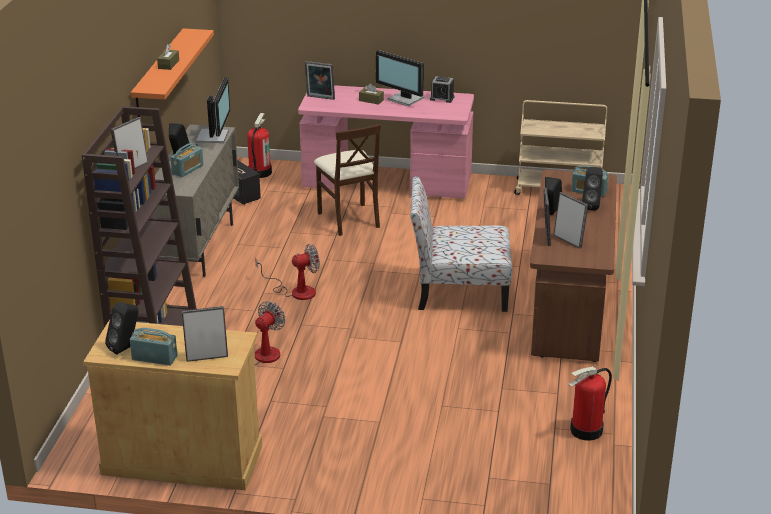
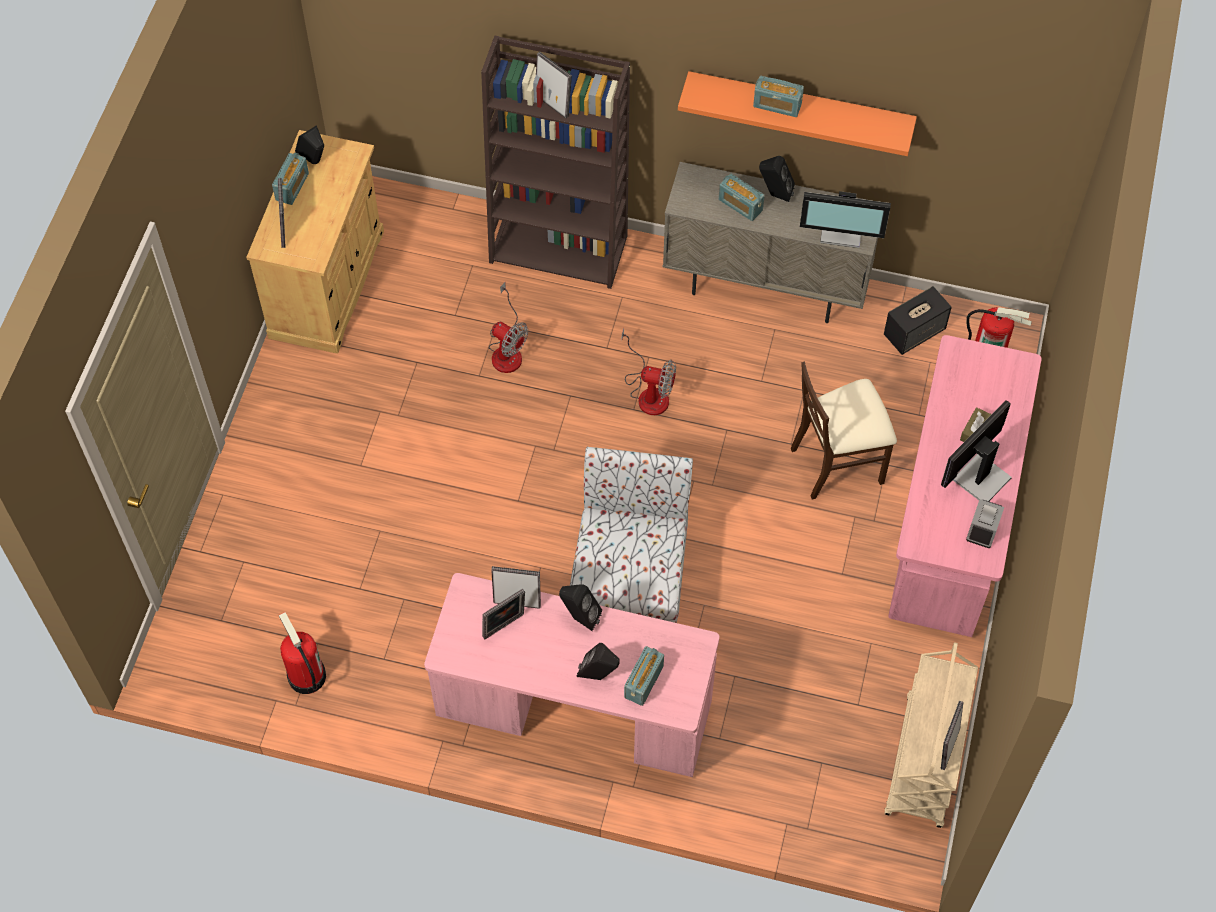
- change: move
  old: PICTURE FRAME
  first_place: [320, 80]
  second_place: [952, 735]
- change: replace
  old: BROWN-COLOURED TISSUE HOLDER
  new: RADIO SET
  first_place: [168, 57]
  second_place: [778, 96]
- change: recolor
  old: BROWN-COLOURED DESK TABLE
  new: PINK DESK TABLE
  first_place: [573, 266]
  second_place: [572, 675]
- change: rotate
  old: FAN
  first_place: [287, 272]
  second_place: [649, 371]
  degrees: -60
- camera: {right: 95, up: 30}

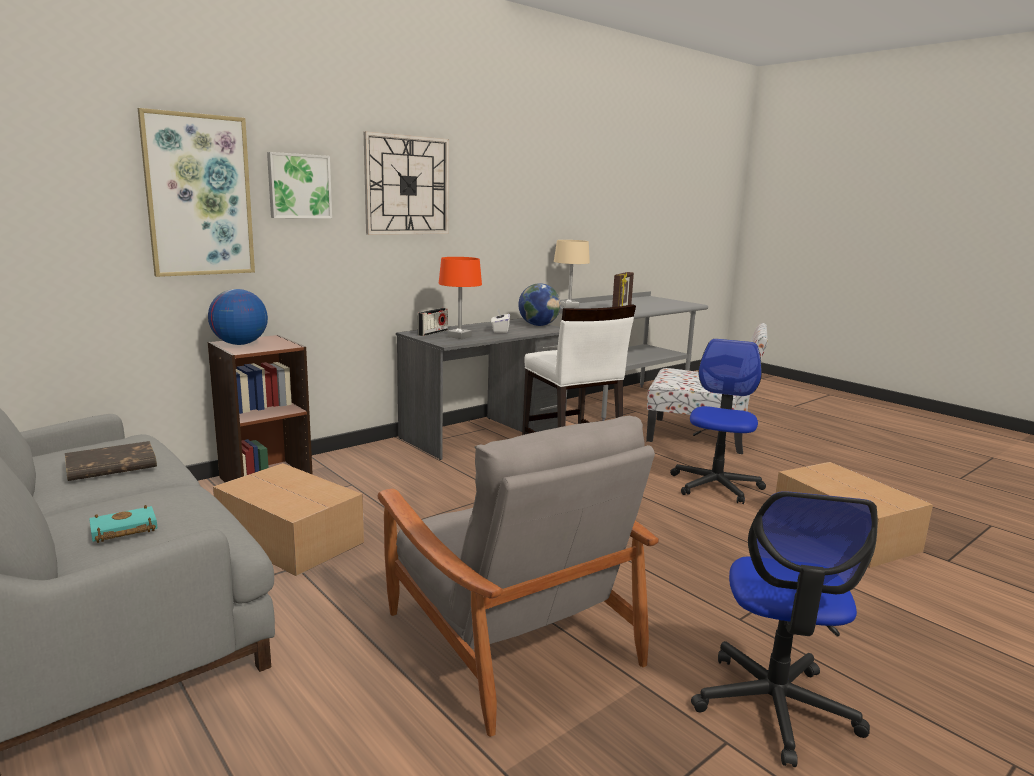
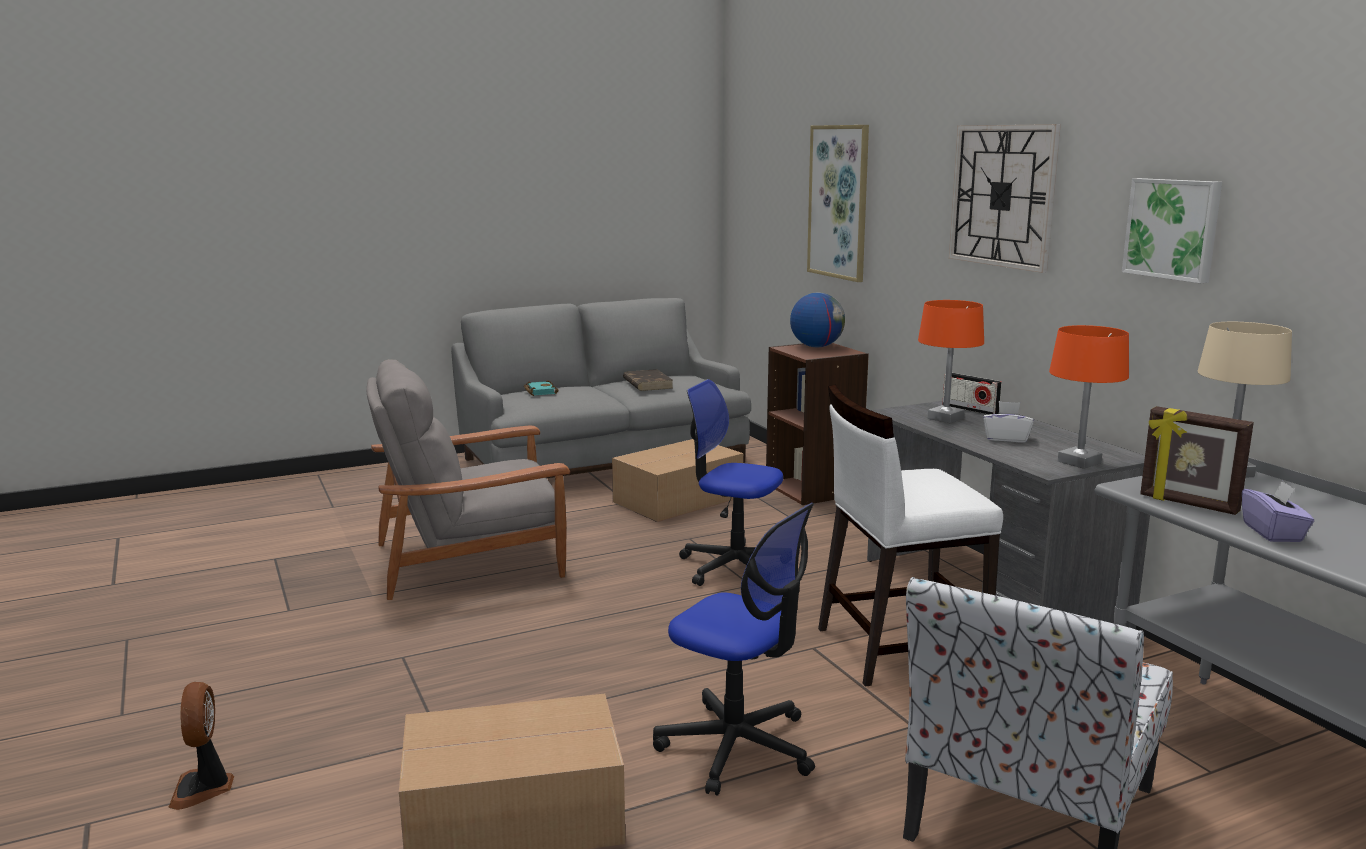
- change: insert
  new: FAN
  second_place: [201, 746]
- change: insert
  new: PURPLISH TISSUE HOLDER
  second_place: [1278, 511]
- change: move
  old: WALL PICTURE
  first_place: [299, 185]
  second_place: [1172, 230]
- change: move
  old: COMPUTER CHAIR
  first_place: [784, 629]
  second_place: [731, 482]
- change: replace
  old: WORLD GLOBE
  new: ORANGE-COLOURED LAMP FOR A TABLE
  first_place: [539, 304]
  second_place: [1089, 397]
- camera: {right: 105, up: 0}

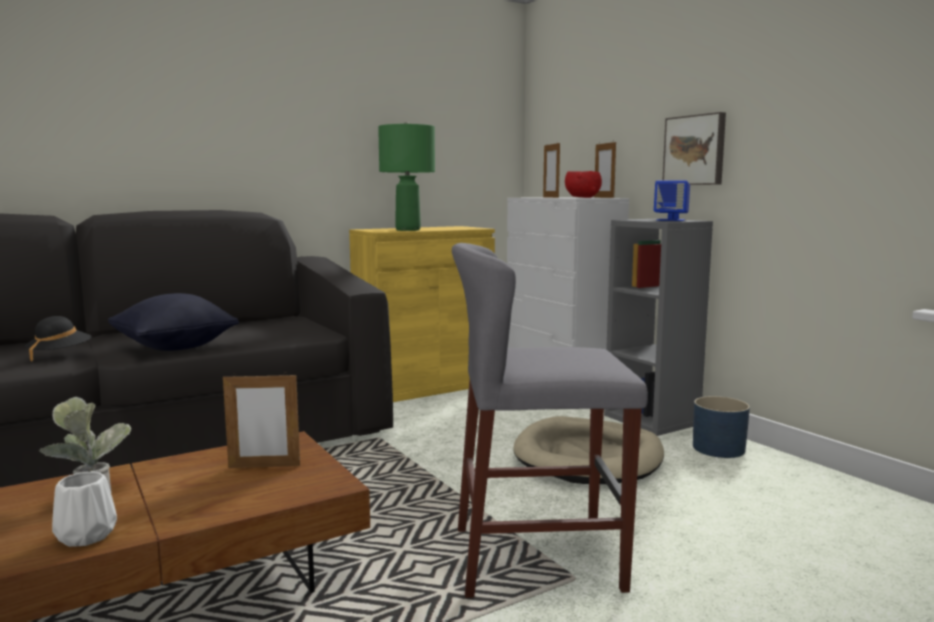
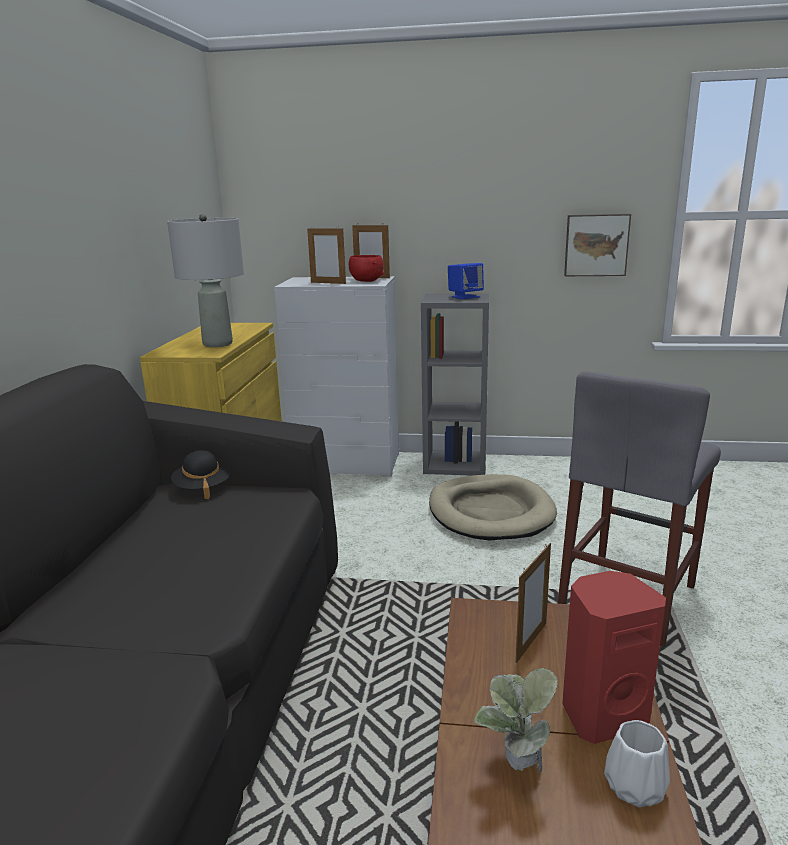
- change: delete
  old: BLACK-COLOURED THROW PILLOW
  first_place: [173, 322]
- change: delete
  old: BLUISH PLANT POT
  first_place: [721, 427]
- change: insert
  new: RED AUDIO SPEAKER
  second_place: [614, 657]
- change: move
  old: BLACK-COLOURED CLOTHING HAT
  first_place: [58, 338]
  second_place: [200, 474]
- change: move
  old: WALL PICTURE
  first_place: [694, 148]
  second_place: [597, 245]
- change: recolor
  old: GREENISH LAMP FOR A TABLE
  new: GRAY LAMP FOR A TABLE
  first_place: [406, 176]
  second_place: [205, 280]
- camera: {right: -50, up: 10}

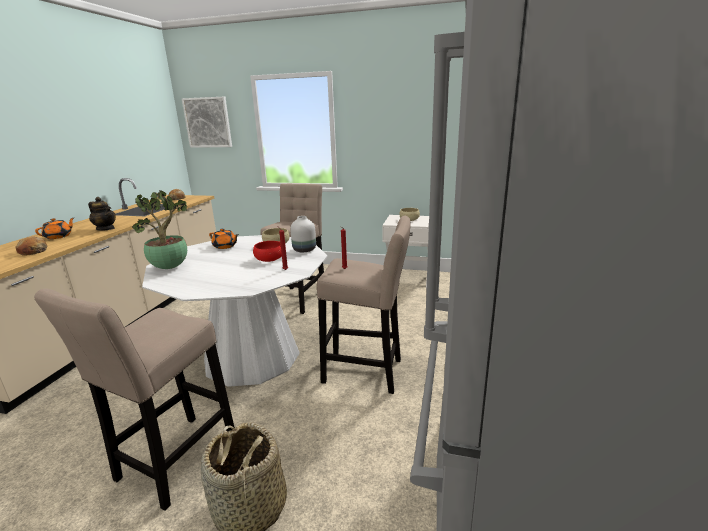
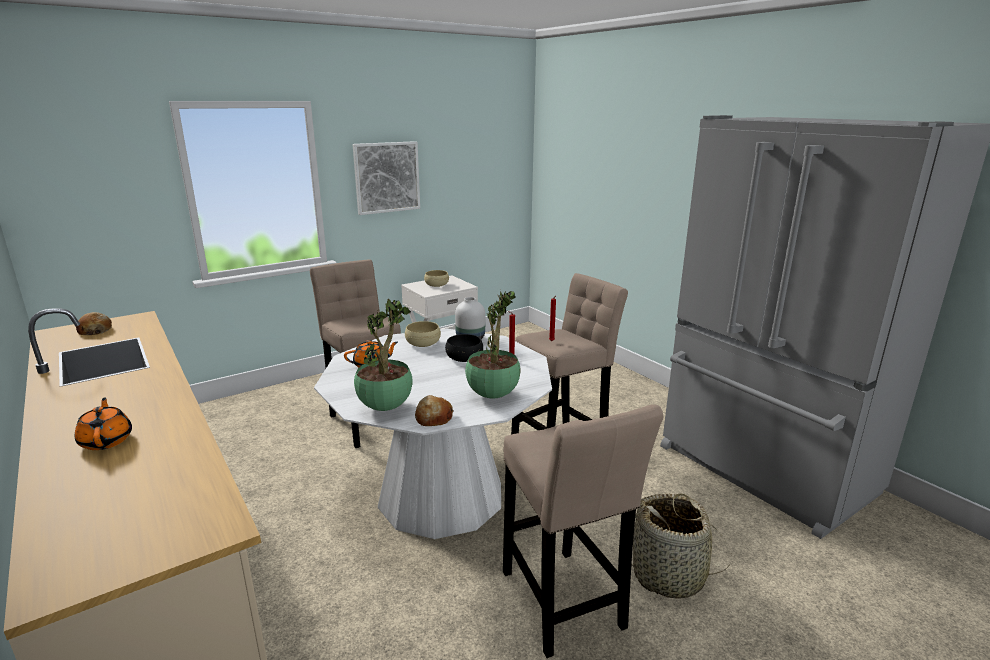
- change: delete
  old: TEA POT
  first_place: [102, 214]
- change: insert
  new: POTTED PLANT
  second_place: [493, 344]
- change: move
  old: BAKED BREAD
  first_place: [31, 246]
  second_place: [434, 410]
- change: move
  old: WALL PICTURE
  first_place: [207, 122]
  second_place: [386, 178]
- change: recolor
  old: RED BOWL
  new: BLACK-COLOURED BOWL
  first_place: [267, 251]
  second_place: [464, 348]
- camera: {right: -50, up: 0}

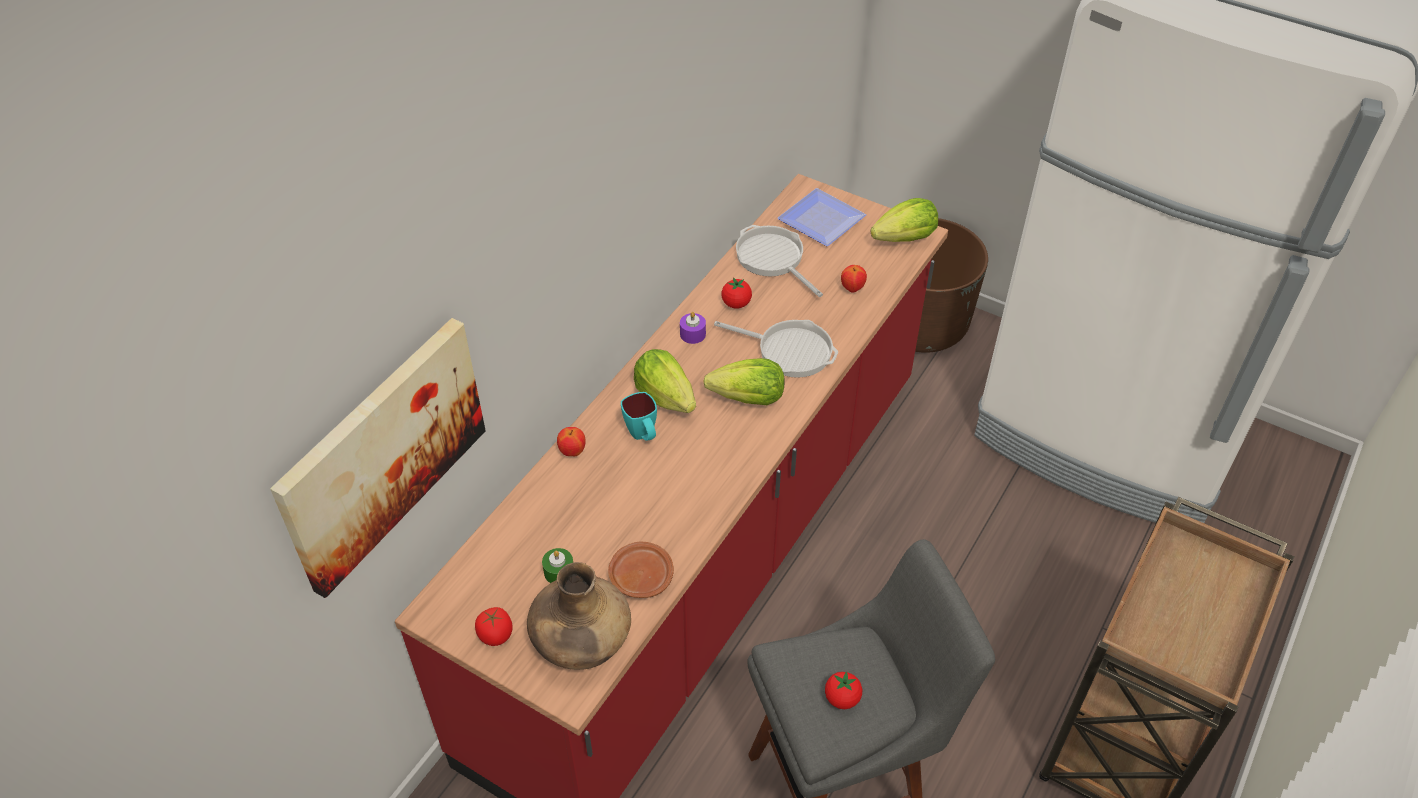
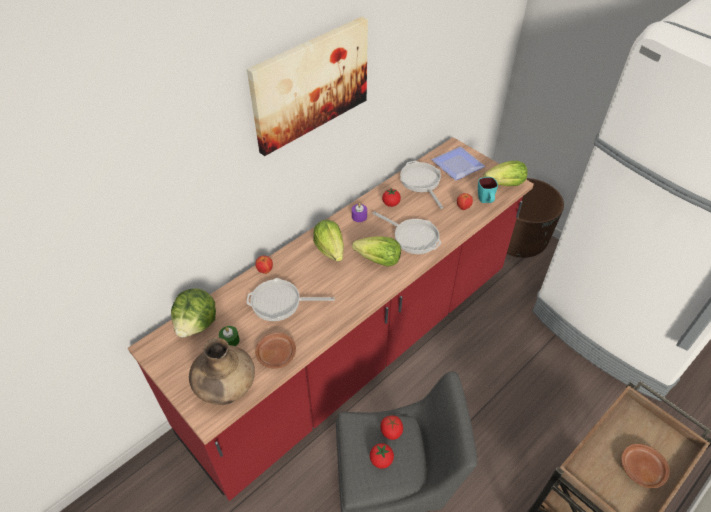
- change: insert
  new: LETTUCE HEAD
  second_place: [193, 312]
- change: insert
  new: FRYING PAN
  second_place: [291, 299]
- change: insert
  new: BROWN-COLOURED PLATE
  second_place: [645, 466]
- change: move
  old: WALL PICTURE
  first_place: [378, 458]
  second_place: [307, 86]
- change: move
  old: TOMATO
  first_place: [494, 626]
  second_place: [391, 428]
- change: move
  old: TURQUOISE-COLOURED COFFEE MUG
  first_place: [639, 416]
  second_place: [488, 190]
- camera: {right: 15, up: 0}

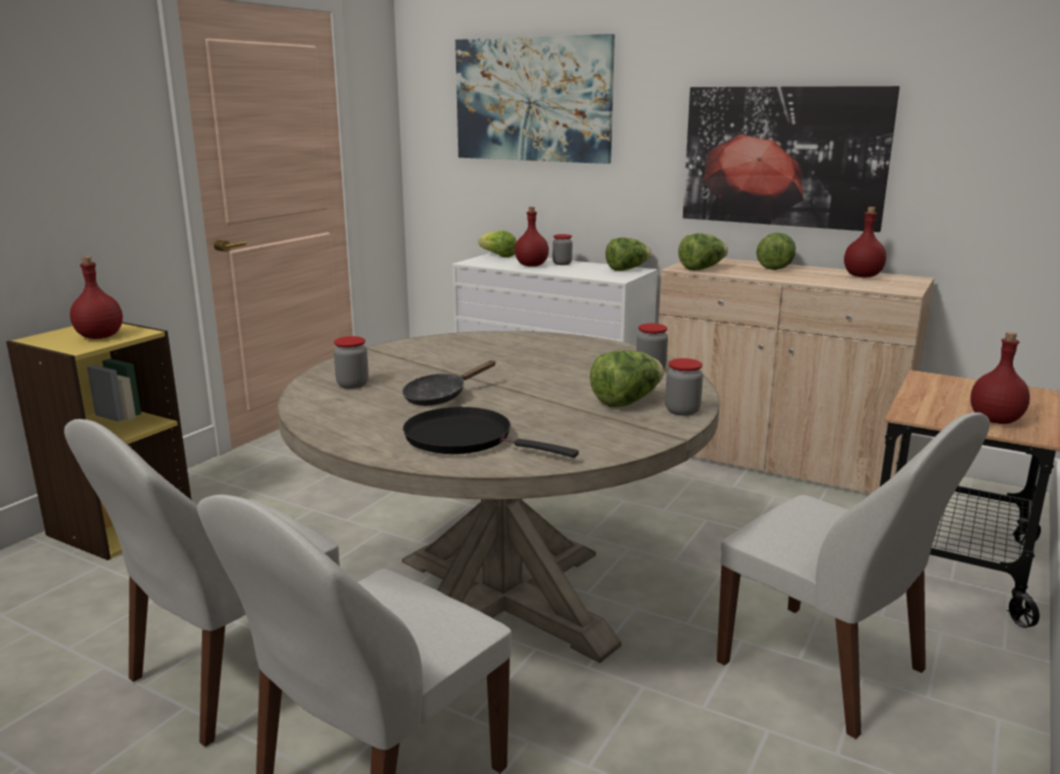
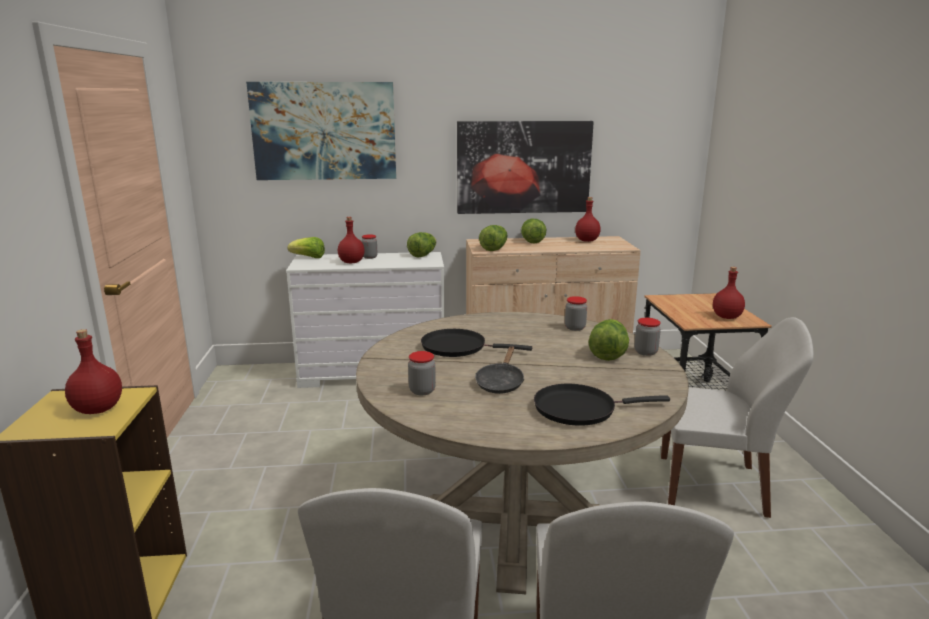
- change: insert
  new: BLACK-COLOURED FRYING PAN
  second_place: [476, 343]
- camera: {right: -35, up: 0}

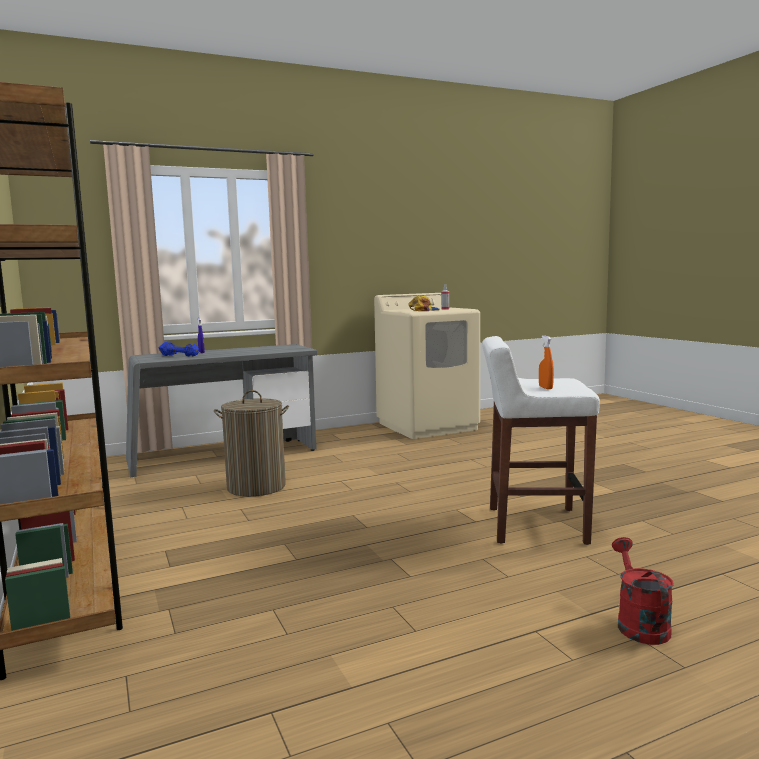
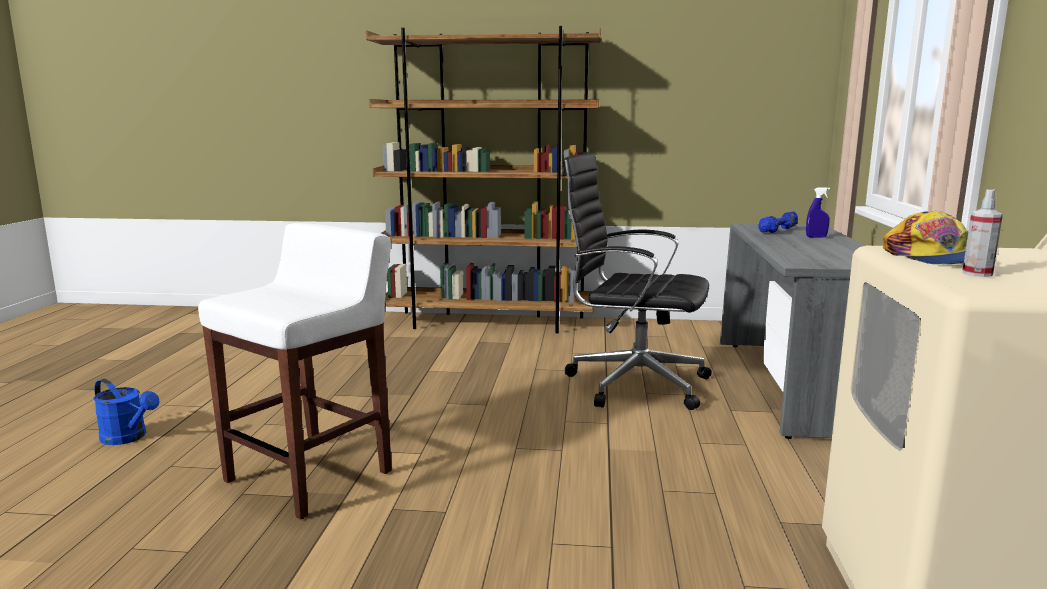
- change: delete
  old: ORANGE-COLOURED SPRAY BOTTLE
  first_place: [546, 362]
- change: replace
  old: WASHING BASKET
  new: BLACK-COLOURED COMPUTER CHAIR
  first_place: [251, 443]
  second_place: [636, 281]
- change: recolor
  old: RED WATERING POT
  new: BLUISH WATERING POT
  first_place: [643, 591]
  second_place: [126, 412]
- camera: {right: 120, up: 5}

